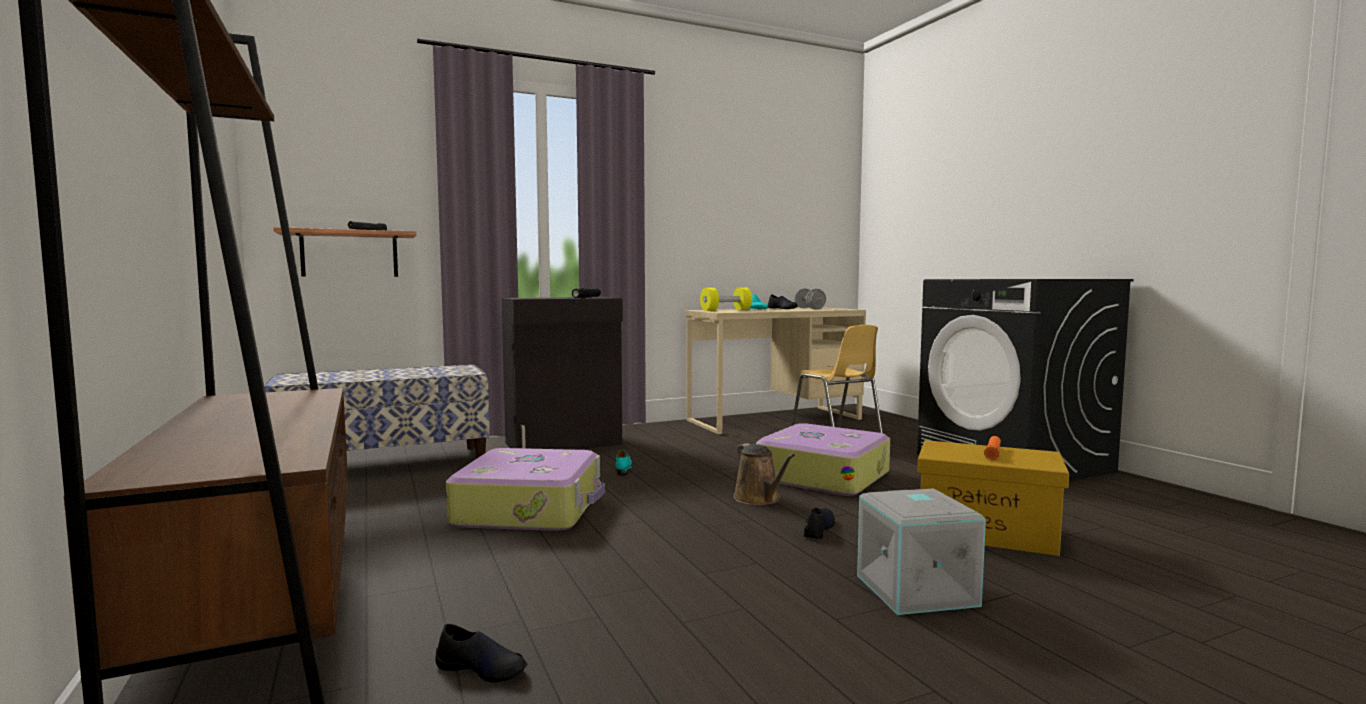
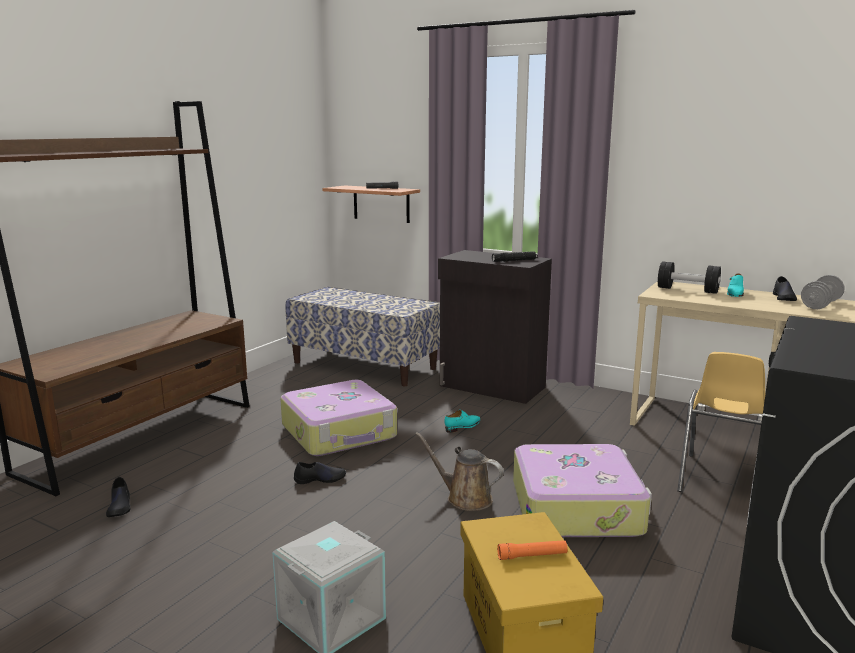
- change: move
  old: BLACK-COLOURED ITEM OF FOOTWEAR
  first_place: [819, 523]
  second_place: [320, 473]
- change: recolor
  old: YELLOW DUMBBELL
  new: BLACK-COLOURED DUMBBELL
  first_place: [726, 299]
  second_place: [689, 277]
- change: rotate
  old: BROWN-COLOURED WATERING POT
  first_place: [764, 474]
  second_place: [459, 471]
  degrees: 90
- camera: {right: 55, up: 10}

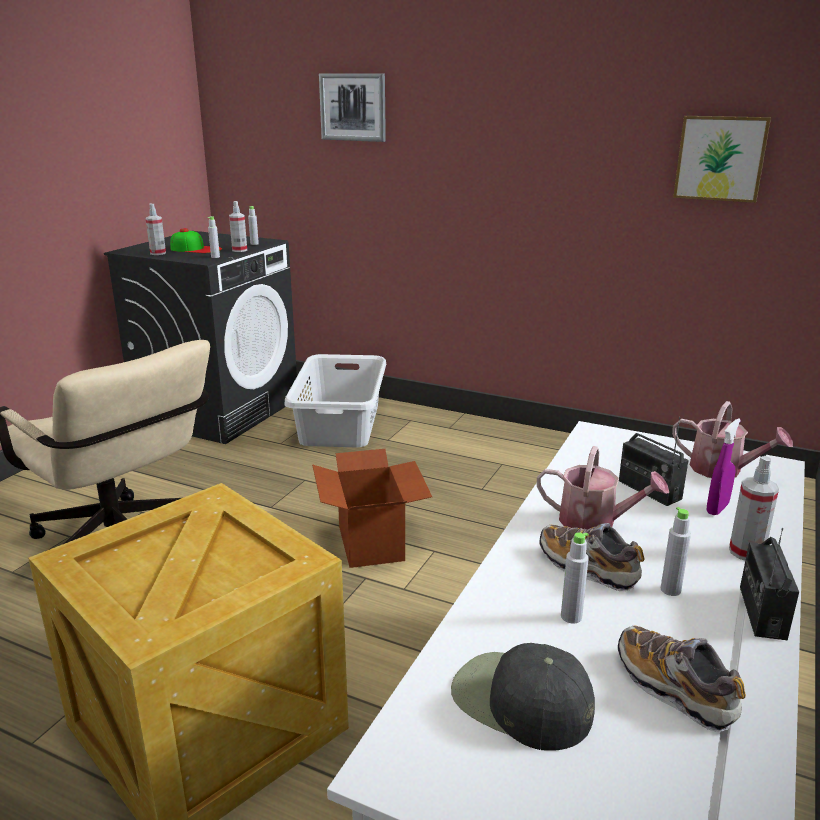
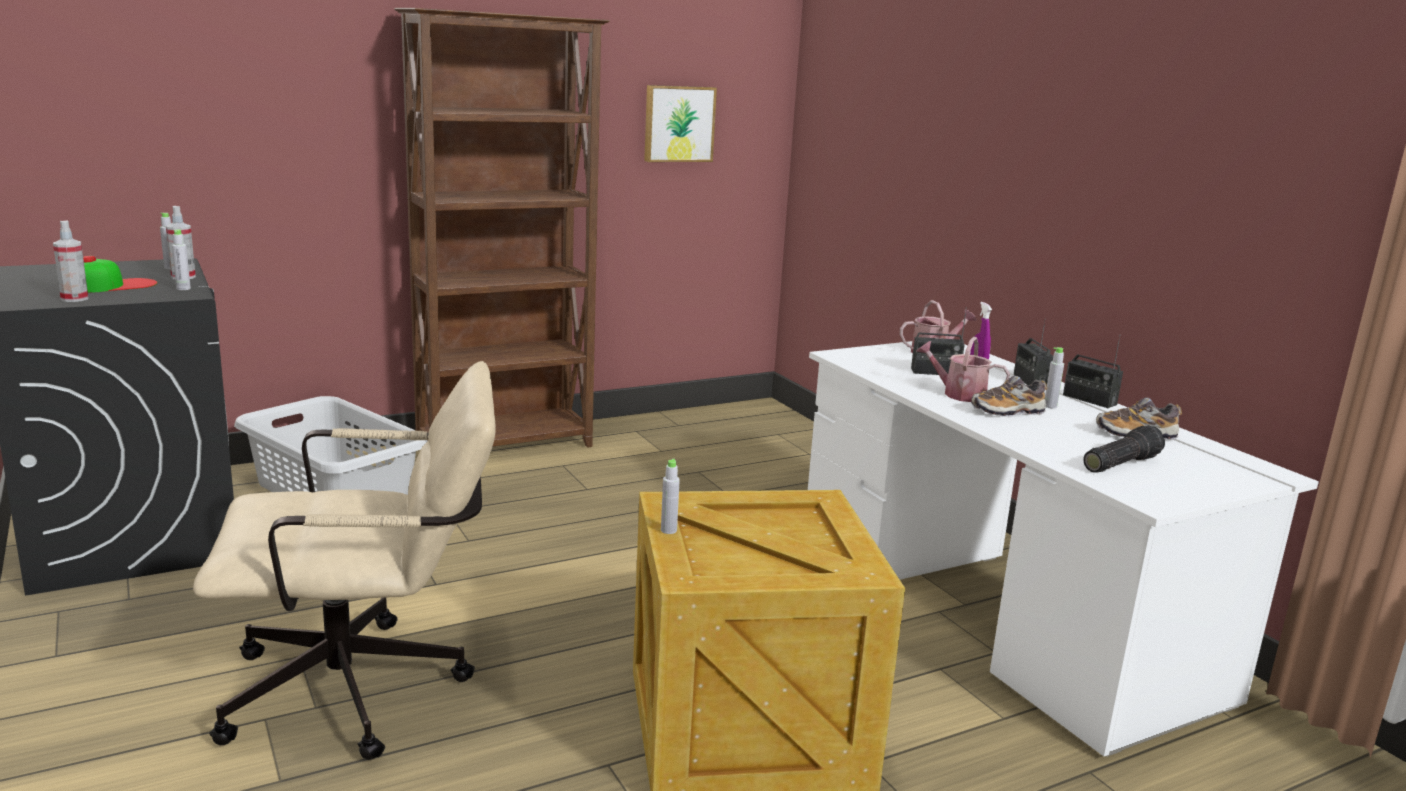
- change: delete
  old: CARDBOARD BOX
  first_place: [372, 508]
- change: delete
  old: WALL PICTURE
  first_place: [352, 107]
- change: insert
  new: BROWN-COLOURED SHELVING UNIT
  second_place: [502, 227]
- change: move
  old: GRAY DRINK BOTTLE
  first_place: [575, 578]
  second_place: [670, 496]
- change: replace
  old: BLACK-COLOURED CAP
  new: TORCH
  first_place: [523, 697]
  second_place: [1124, 449]
- change: replace
  old: SPRAY BOTTLE
  new: RADIO SET
  first_place: [754, 508]
  second_place: [1033, 351]
- change: rotate
  old: WATERING POT
  first_place: [603, 487]
  second_place: [963, 369]
  degrees: -120
- camera: {right: -55, up: -5}

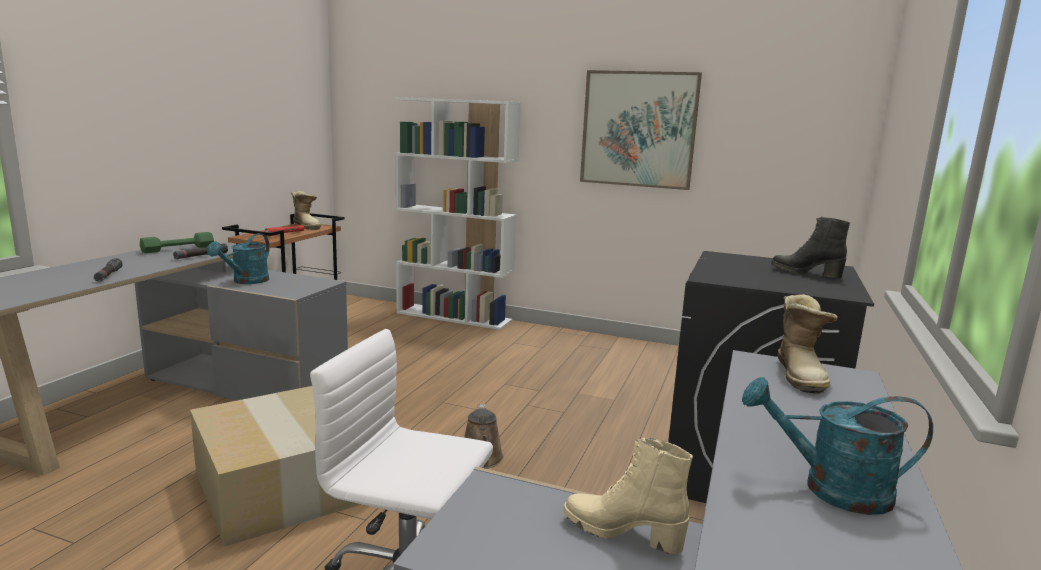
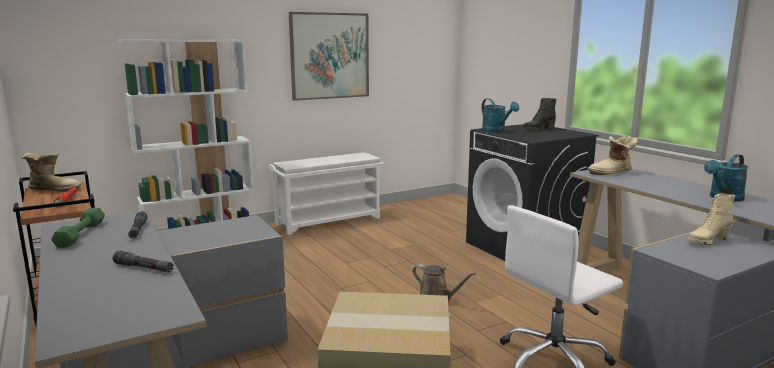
- change: insert
  new: WHITE SHOE SHELF
  second_place: [326, 193]
- change: move
  old: TURQUOISE-COLOURED WATERING POT
  first_place: [238, 258]
  second_place: [500, 115]
- change: rotate
  old: BOOT
  first_place: [808, 344]
  second_place: [612, 155]
  degrees: 120
- camera: {right: -50, up: 0}

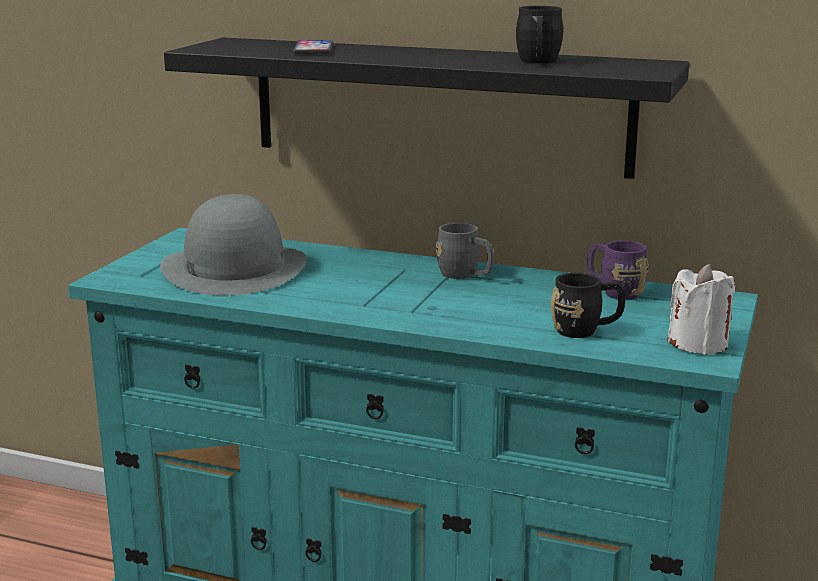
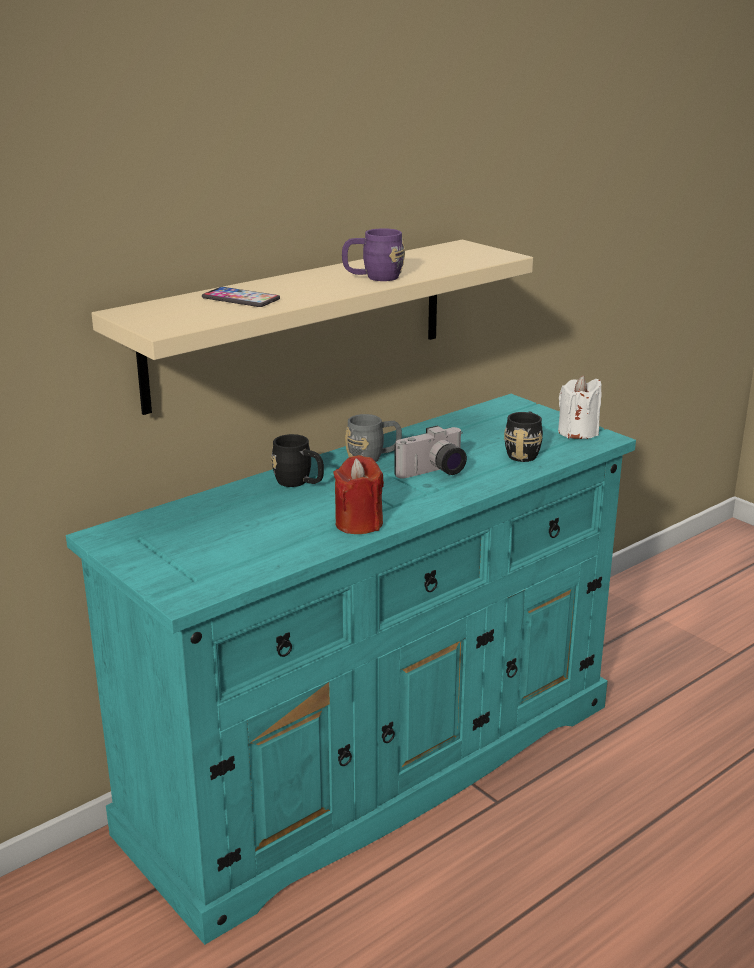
- change: delete
  old: GRAY CLOTHING HAT
  first_place: [233, 244]
- change: insert
  new: RED WAX CANDLE
  second_place: [358, 494]
- change: insert
  new: STILL CAMERA
  second_place: [430, 452]
- change: move
  old: BLACK-COLOURED COFFEE MUG
  first_place: [539, 34]
  second_place: [297, 460]
- change: move
  old: PURPLISH COFFEE MUG
  first_place: [618, 270]
  second_place: [373, 254]
- change: recolor
  old: BLACK-COLOURED WALL SHELF
  new: BEIGE-COLOURED WALL SHELF
  first_place: [426, 108]
  second_place: [312, 327]
- camera: {right: -60, up: 5}

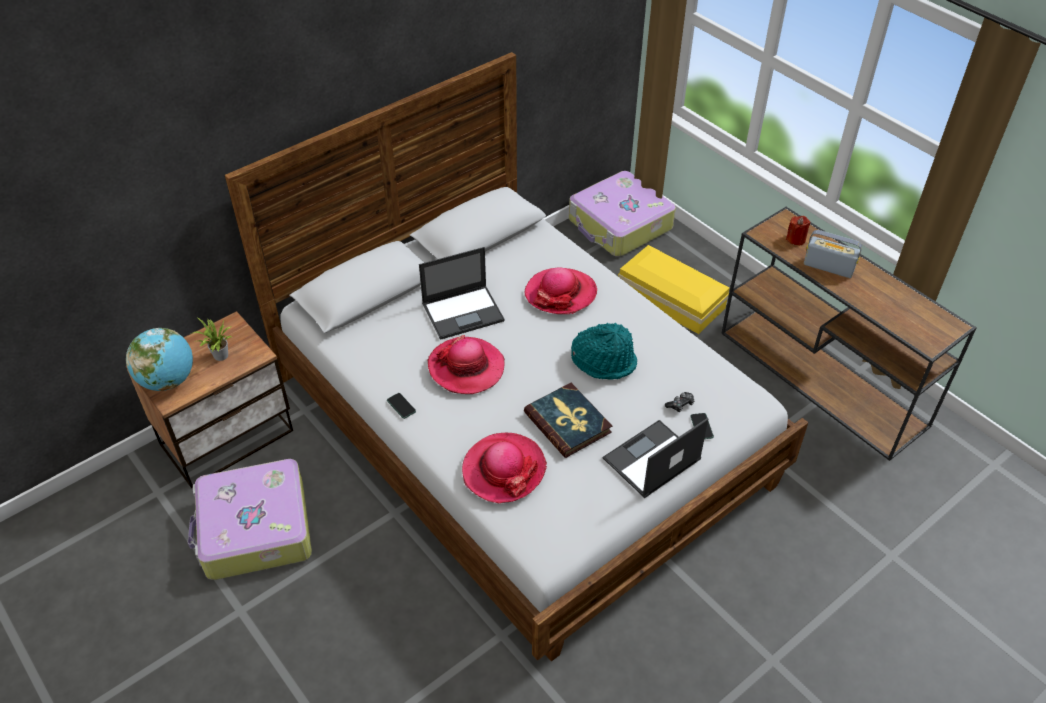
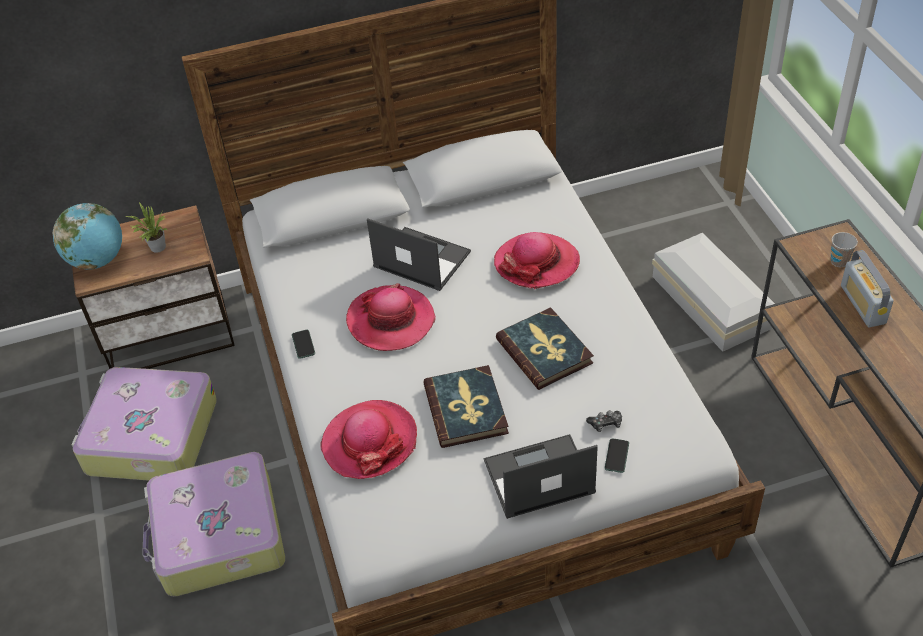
- change: move
  old: PIECE OF LUGGAGE
  first_place: [622, 214]
  second_place: [213, 524]
- change: replace
  old: TURQUOISE-COLOURED CLOTHING HAT
  new: BOUND BOOK
  first_place: [604, 351]
  second_place: [545, 348]
- change: replace
  old: RED WAX CANDLE
  new: DRINKING CUP
  first_place: [798, 231]
  second_place: [844, 249]
- change: recolor
  old: YELLOW STORAGE BIN
  new: WHITE STORAGE BIN
  first_place: [673, 289]
  second_place: [713, 292]
- change: rotate
  old: LAPTOP
  first_place: [462, 293]
  second_place: [419, 254]
  degrees: -150
- change: rotate
  old: RADIO SET
  first_place: [833, 254]
  second_place: [867, 288]
  degrees: -150
- camera: {right: 25, up: 0}

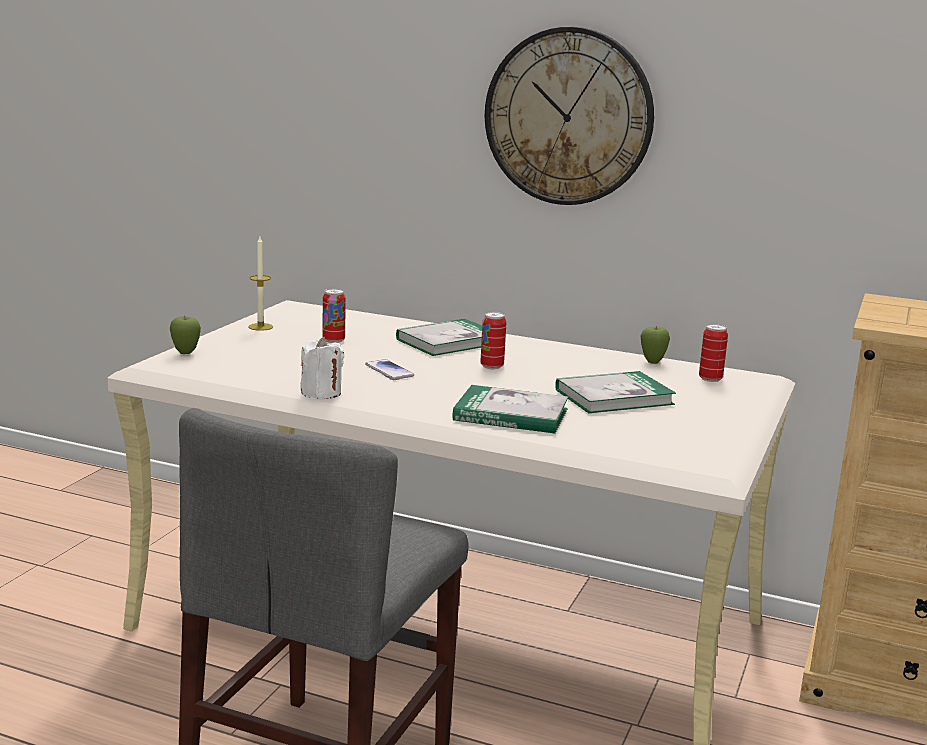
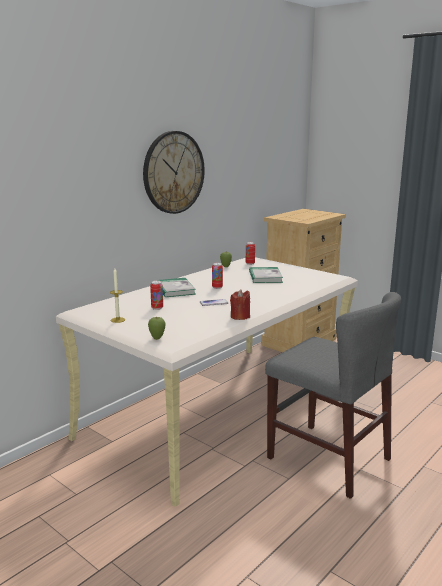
- change: delete
  old: BOUND BOOK
  first_place: [511, 409]
- change: recolor
  old: WHITE WAX CANDLE
  new: RED WAX CANDLE
  first_place: [322, 368]
  second_place: [240, 304]
- camera: {right: -70, up: 0}

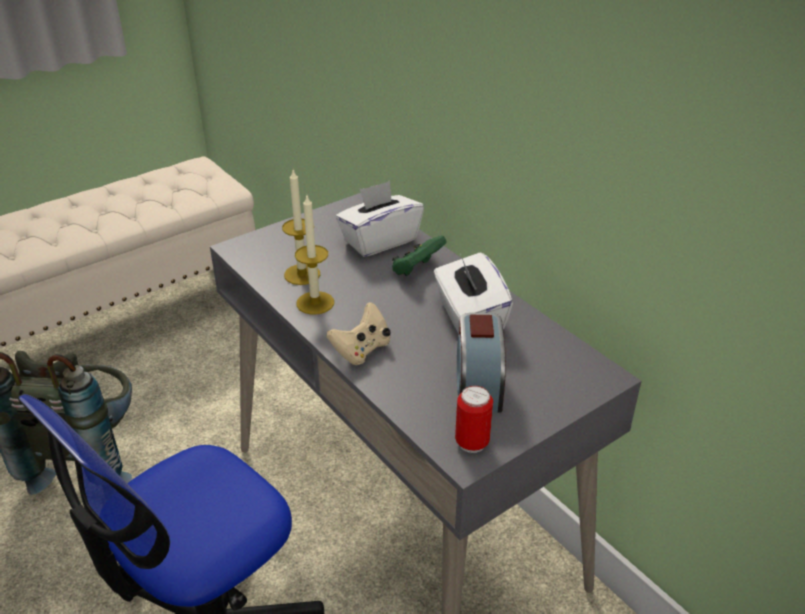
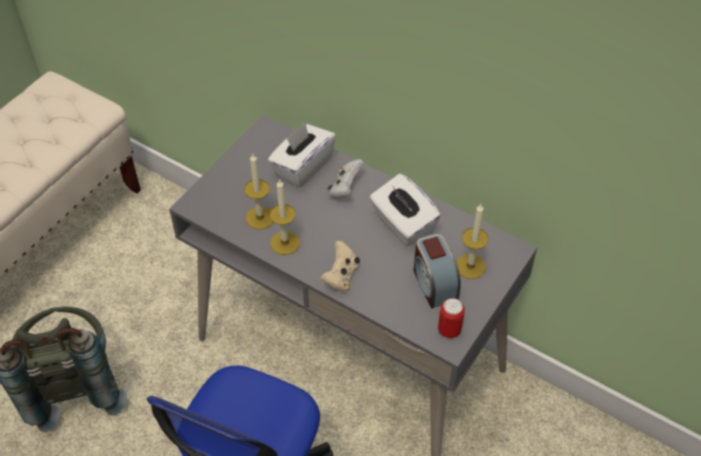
- change: insert
  new: WAX CANDLE
  second_place: [472, 241]
- change: recolor
  old: GREENISH GAMEPAD
  new: WHITE GAMEPAD
  first_place: [419, 255]
  second_place: [346, 179]
- camera: {right: -20, up: 15}

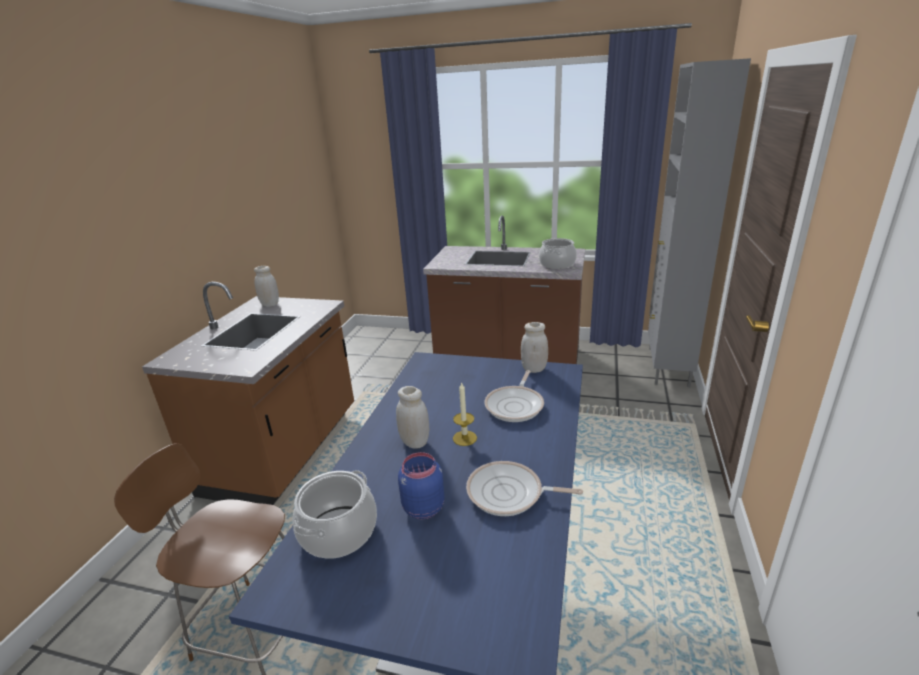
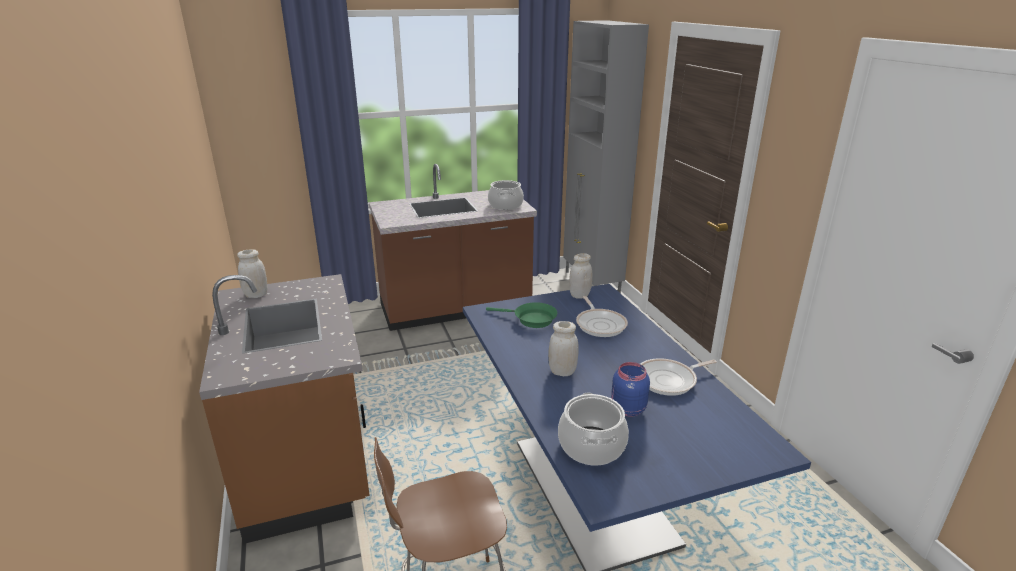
- change: delete
  old: WAX CANDLE
  first_place: [465, 414]
- change: insert
  new: GREENISH FRYING PAN
  second_place: [521, 315]
- camera: {right: -35, up: 0}

